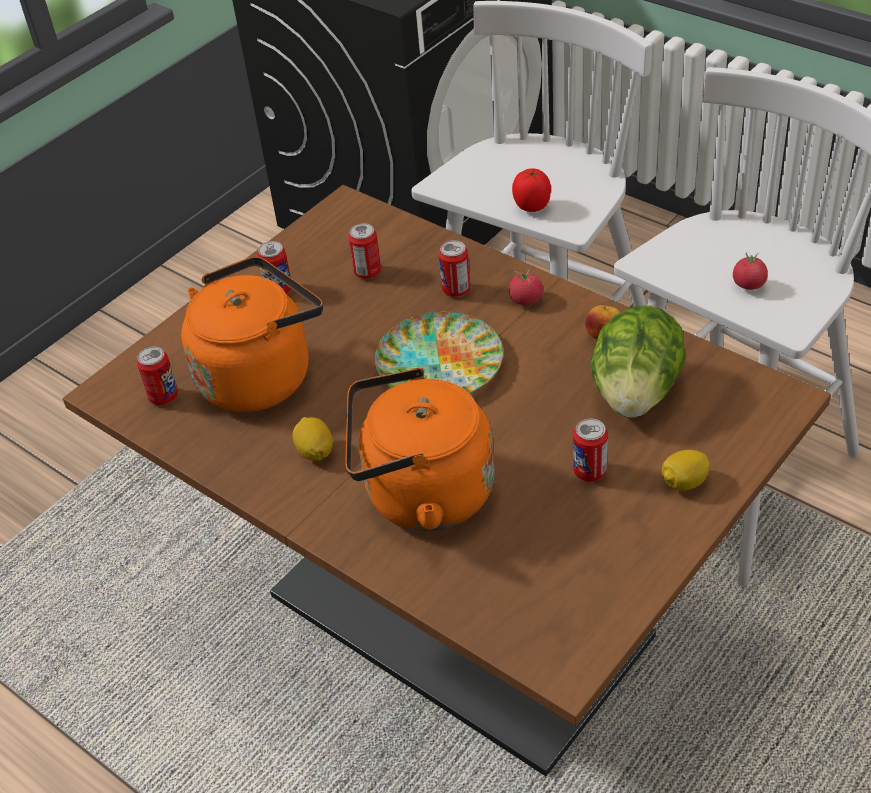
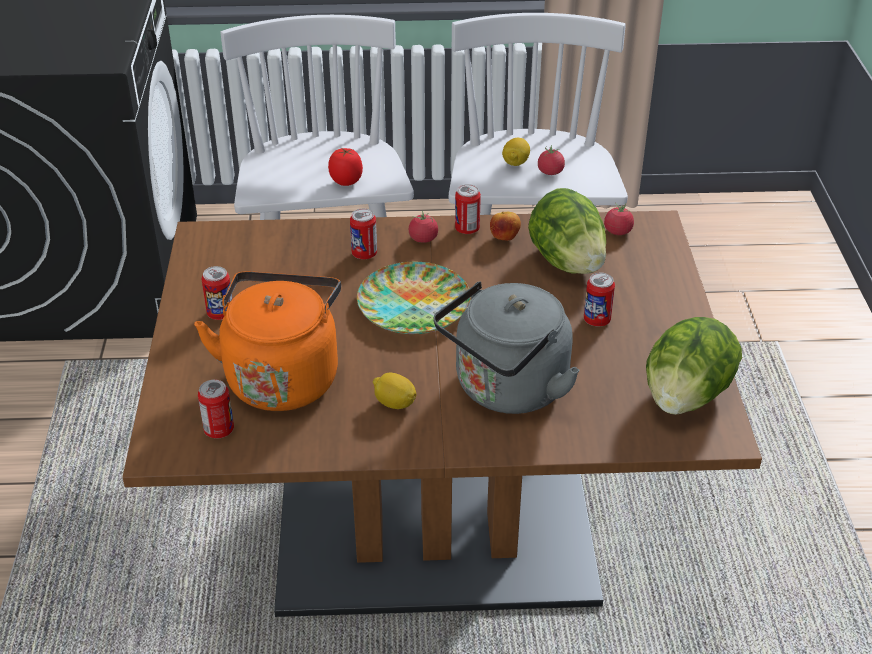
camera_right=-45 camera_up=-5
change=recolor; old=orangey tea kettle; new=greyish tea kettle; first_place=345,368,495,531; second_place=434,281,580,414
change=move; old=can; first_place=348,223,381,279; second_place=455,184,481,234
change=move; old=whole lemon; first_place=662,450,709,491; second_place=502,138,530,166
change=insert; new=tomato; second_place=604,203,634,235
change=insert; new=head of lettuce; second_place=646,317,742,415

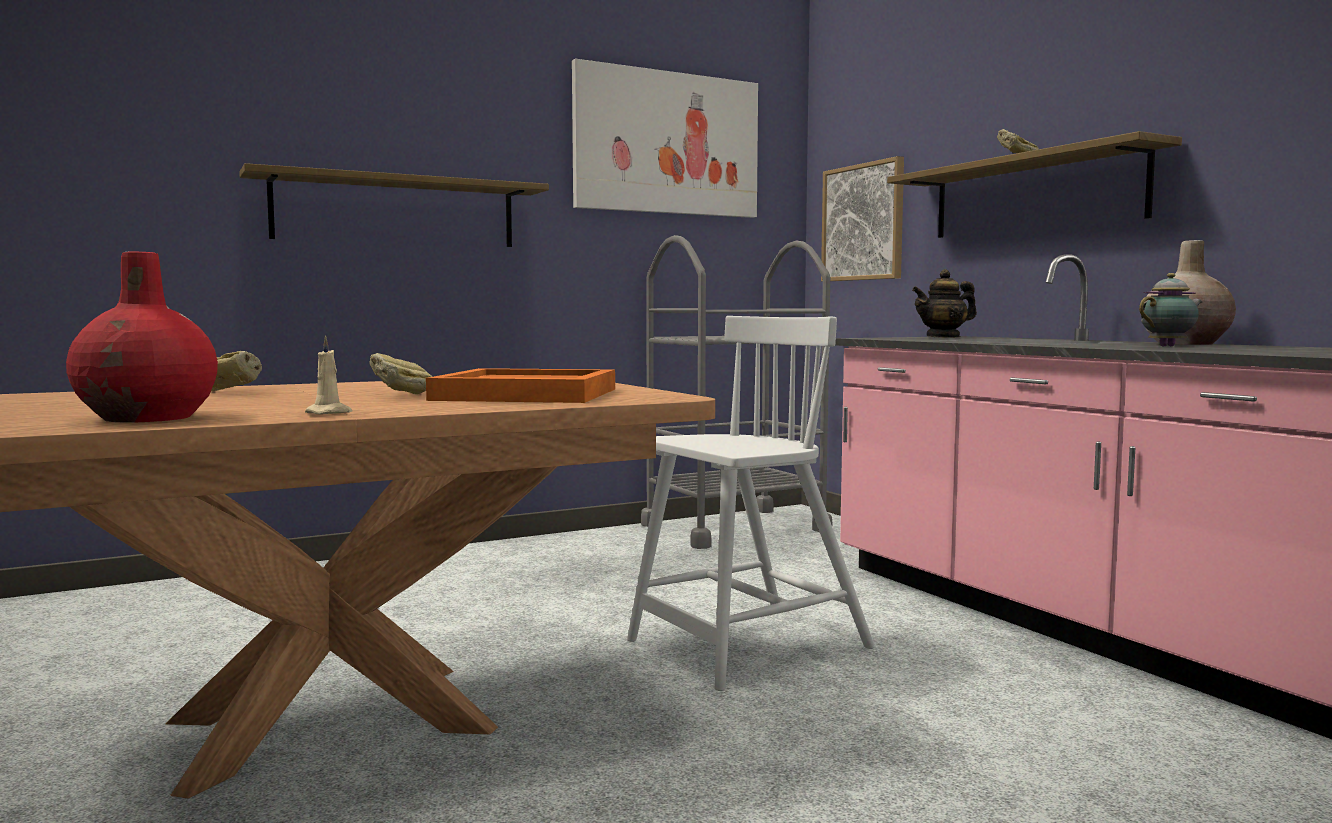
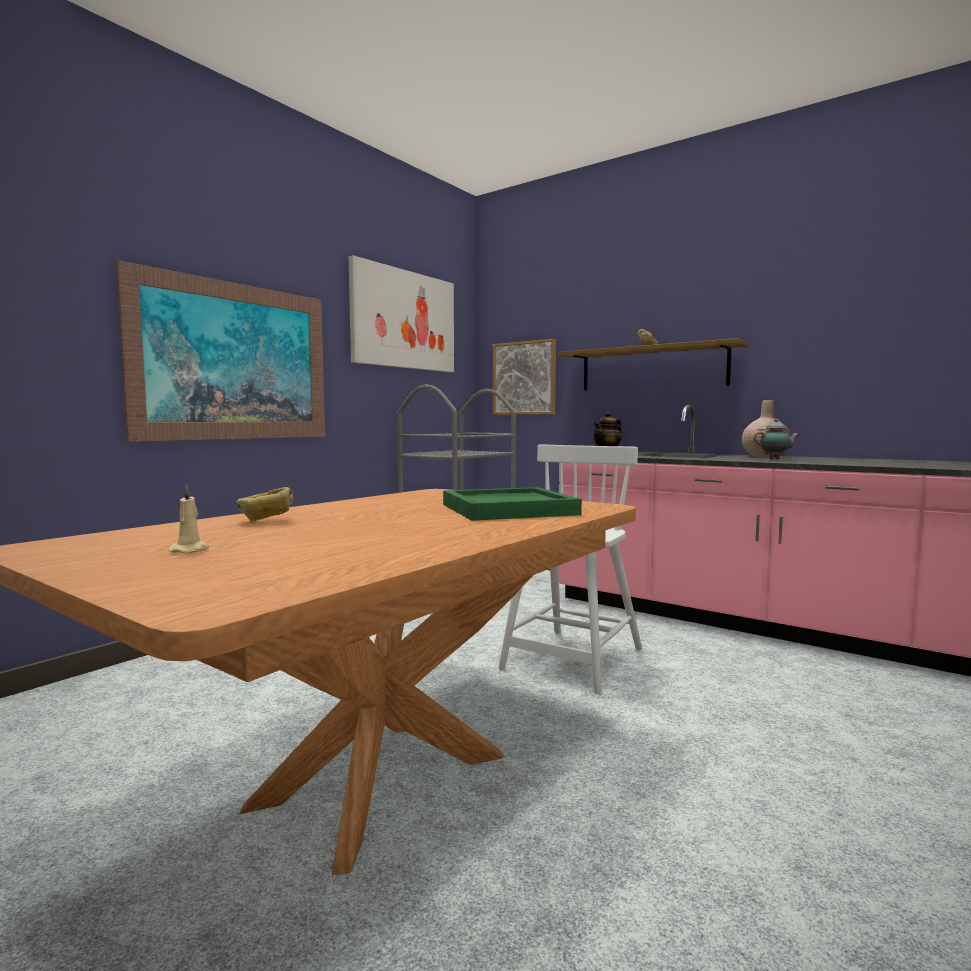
camera_right=-25 camera_up=0
change=delete; old=red-coloured vase; first_place=66,252,218,422
change=replace; old=bracket shelf; new=wall picture; first_place=239,163,549,247; second_place=116,260,325,442
change=move; old=sand-coloured wax light; first_place=305,335,353,414; second_place=168,484,210,553
change=delete; old=baked bread; first_place=369,353,432,394
change=recolor; old=orangey carrying tray; new=green carrying tray; first_place=426,368,615,403; second_place=443,487,582,521
change=rotate; old=tea pot; first_place=1139,273,1203,347; second_place=754,419,800,459; degrees=45

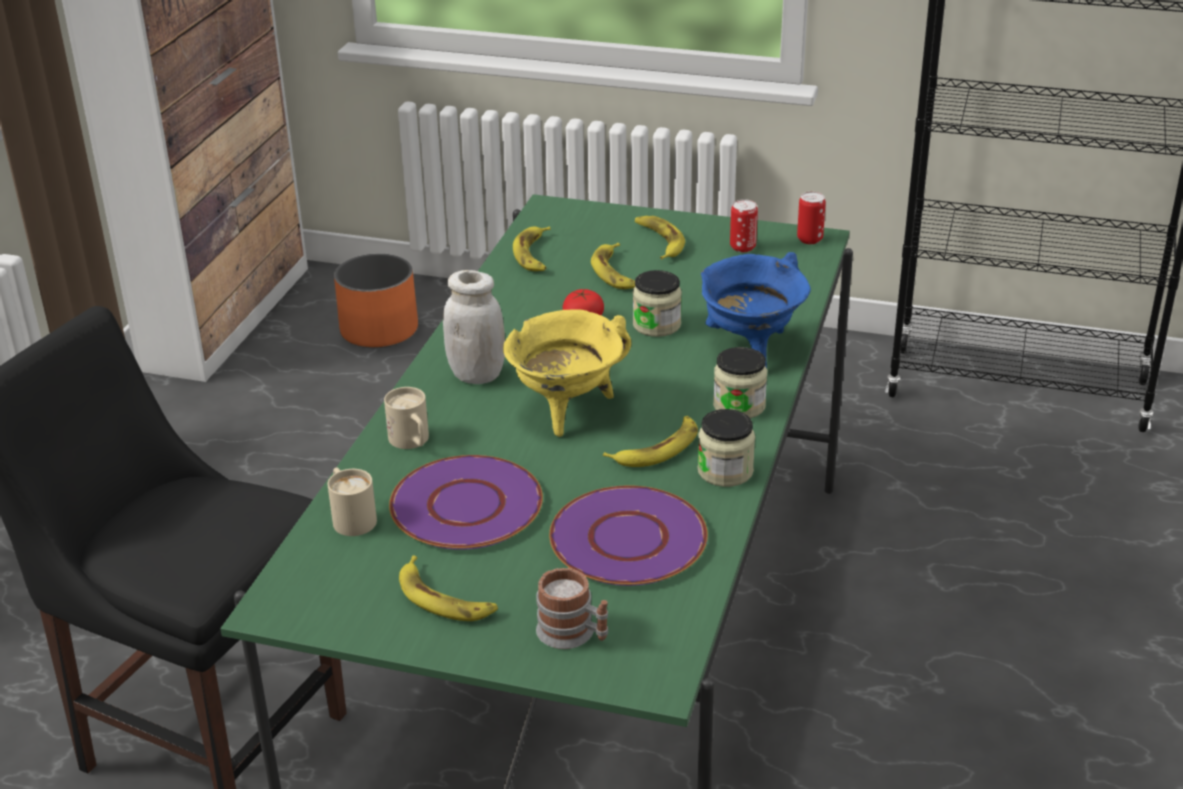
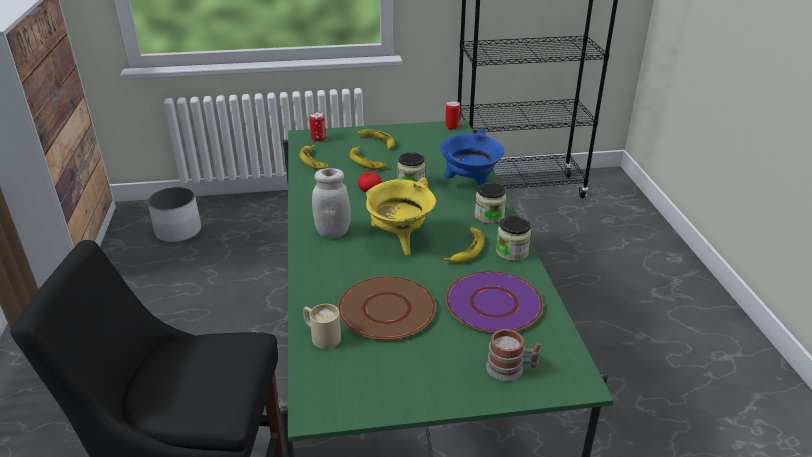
camera_right=-25 camera_up=0
change=recolor; old=orangey flower pot; new=white-coloured flower pot; first_place=334,253,418,349; second_place=148,187,201,243
change=delete; old=sand-coloured coffee mug; first_place=384,387,429,449
change=recolor; old=purplish flat dish; new=brown flat dish; first_place=389,455,543,550; second_place=338,276,436,340
change=delete; old=whole banana; first_place=399,555,498,621
change=move; old=can; first_place=730,199,758,252; second_place=310,112,326,142

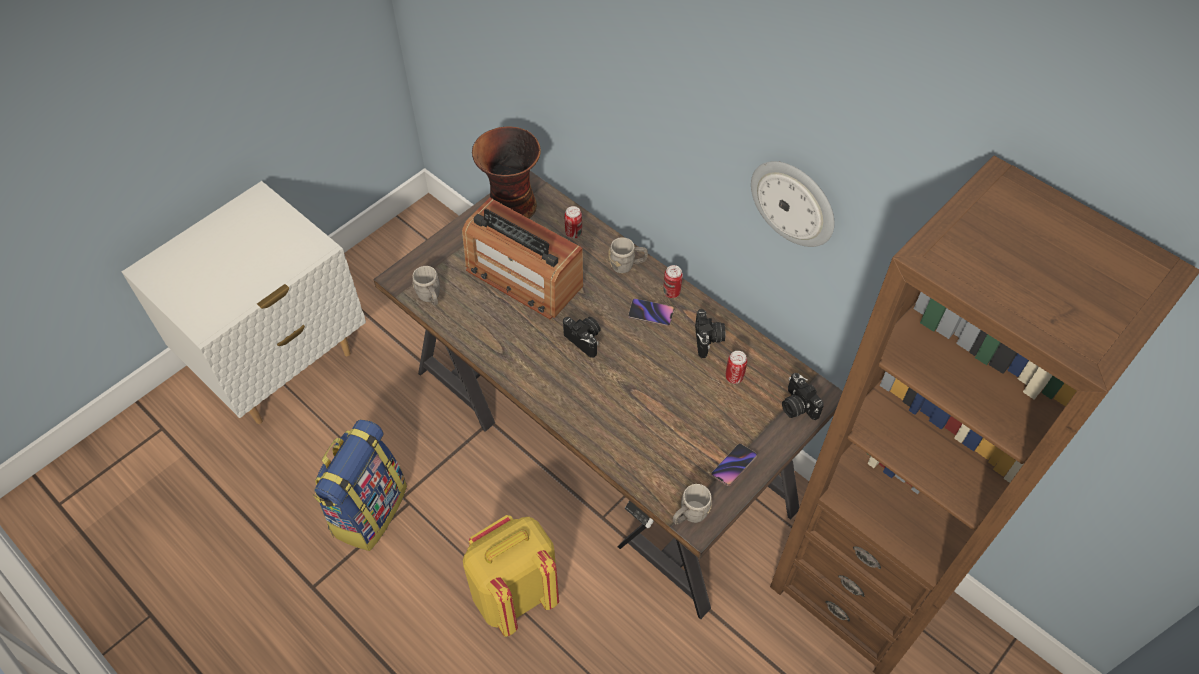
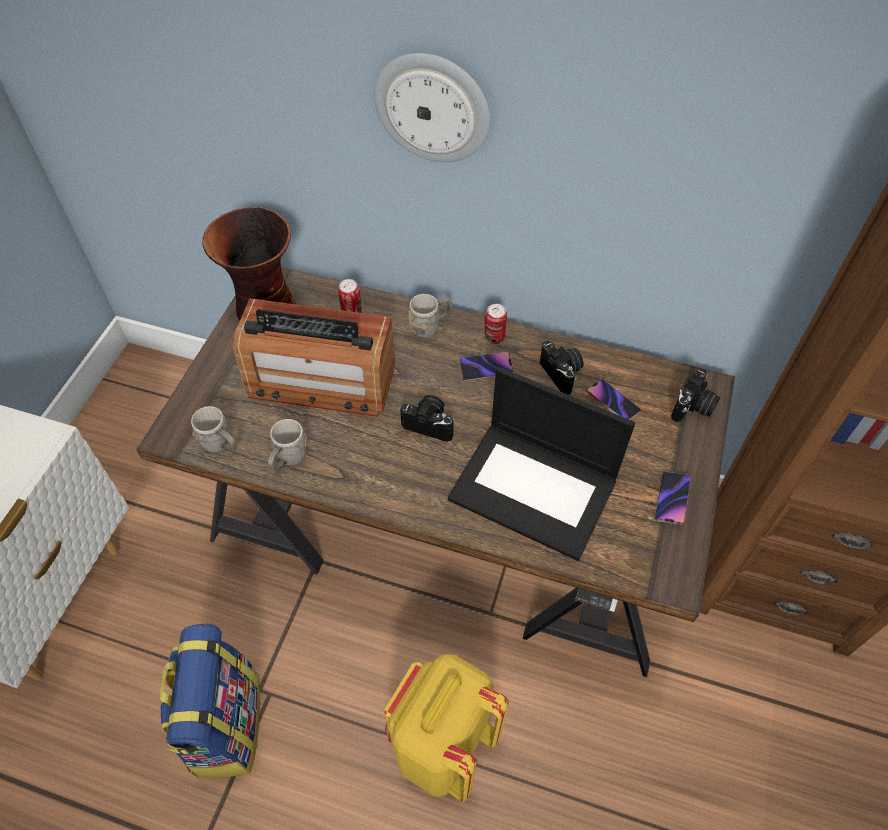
camera_right=-25 camera_up=0
change=move; old=greyish coffee mug; first_place=673,484,712,525; second_place=268,419,308,472
change=replace; old=can; new=handset; first_place=725,351,747,384; second_place=587,380,641,420
change=move; old=hanging clock; first_place=751,161,834,247; second_place=374,53,490,162
change=rotate; old=still camera; first_place=782,373,824,420; second_place=671,368,720,422; degrees=-90
change=insert; new=portable computer; second_place=448,367,635,561

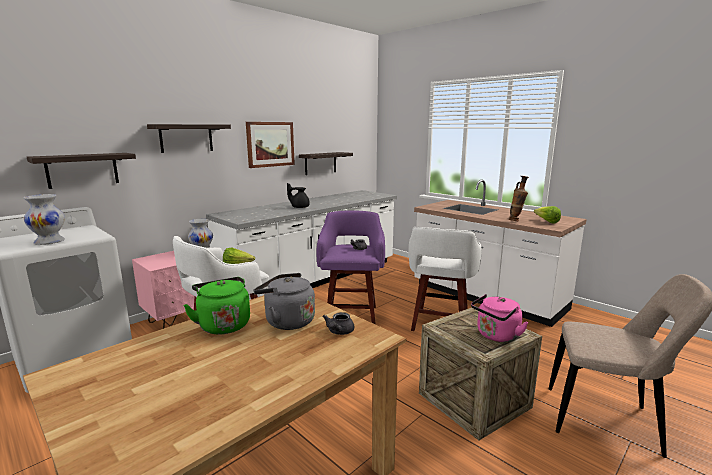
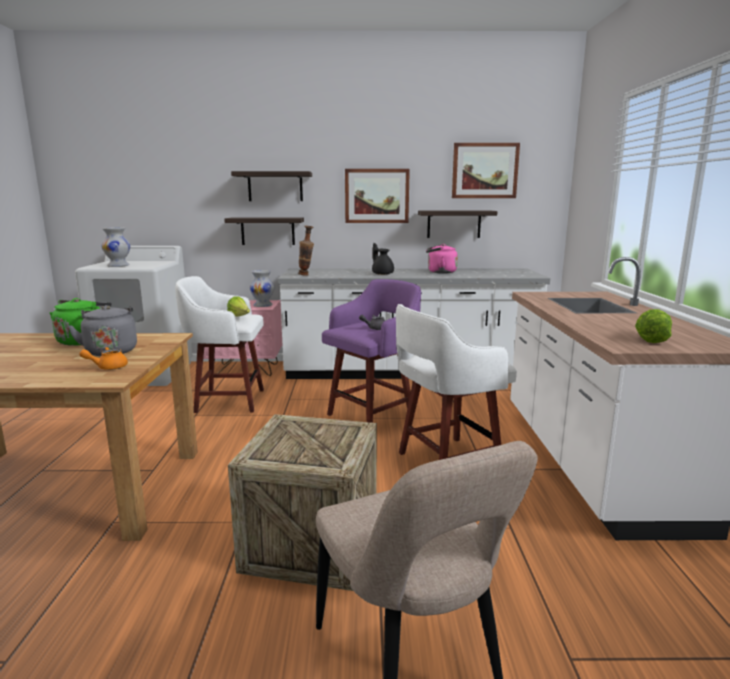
camera_right=45 camera_up=0
change=move; old=bracket shelf; first_place=27,153,136,189; second_place=224,218,304,245
change=recolor; old=greyish tea pot; new=orangey tea pot; first_place=322,312,354,335; second_place=79,347,128,370
change=move; old=pinkish tea kettle; first_place=471,294,528,342; second_place=426,244,458,274
change=move; old=vase; first_place=509,176,529,221; second_place=298,226,314,276
change=insert; new=wall picture; second_place=452,143,520,198

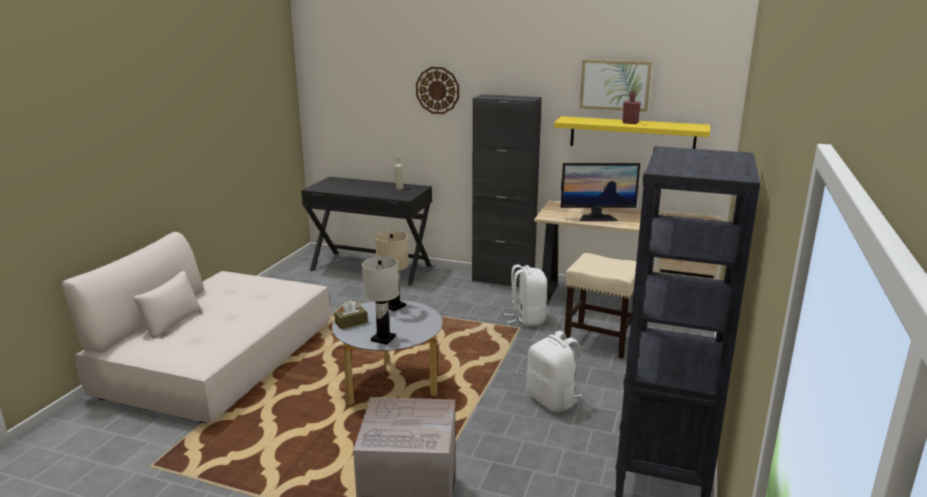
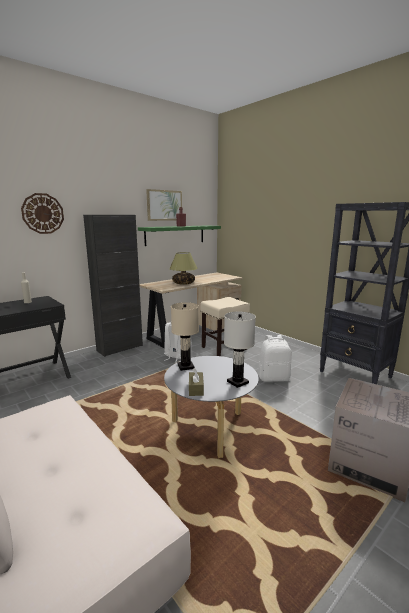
camera_right=-60 camera_up=-5
change=recolor; old=yellow-coloured bracket shelf; new=green bracket shelf; first_place=554,116,710,149; second_place=138,225,221,246
change=replace; old=computer screen; new=lamp for a table; first_place=561,163,640,221; second_place=169,252,198,285

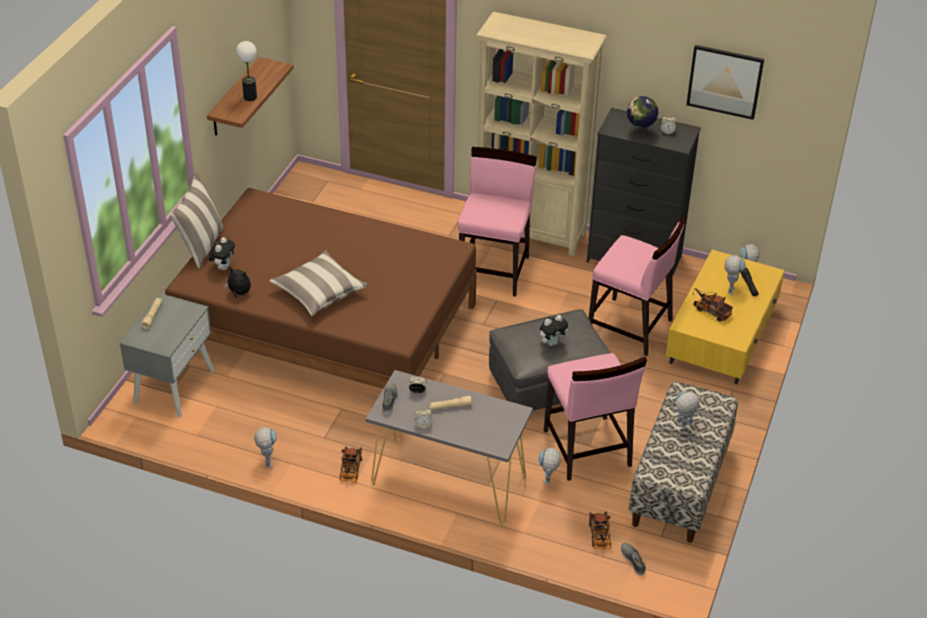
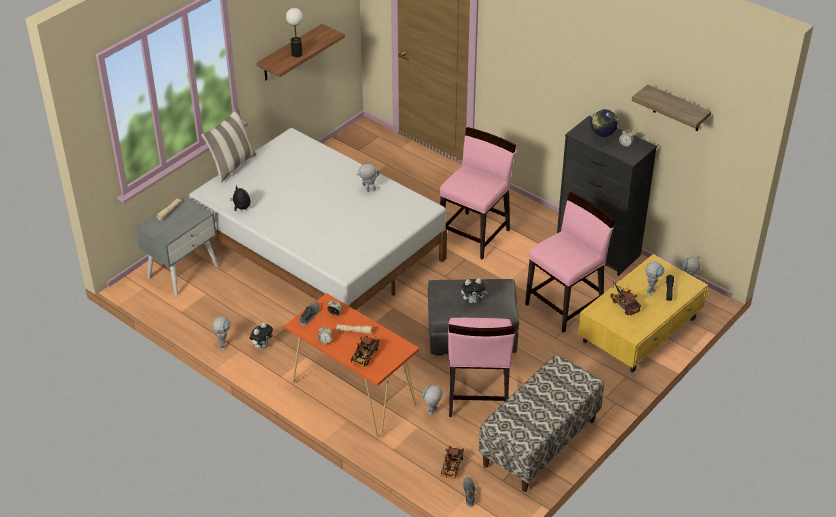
camera_right=20 camera_up=0
change=recolor; old=brown bed; new=white-coloured bed; first_place=165,188,477,389; second_place=189,128,447,310
change=move; old=plush toy; first_place=209,237,235,270; second_place=250,323,273,349
change=delete; old=pillow; first_place=269,250,369,316
change=move; old=toy truck; first_place=339,446,362,482; second_place=351,335,380,367
change=recolor; old=greyish hall table; new=orangey hall table; first_place=366,370,533,524; second_place=284,293,419,438
change=delete; old=sand-coloured bookshelf; first_place=476,12,607,256
change=rotate; old=pinkish chair; first_place=589,214,687,356; second_place=525,192,615,333; degrees=-90
change=move; old=toy robot; first_place=674,390,702,428; second_place=356,162,380,192
change=replace; old=wall picture; new=bracket shelf; first_place=686,45,764,120; second_place=632,84,711,131

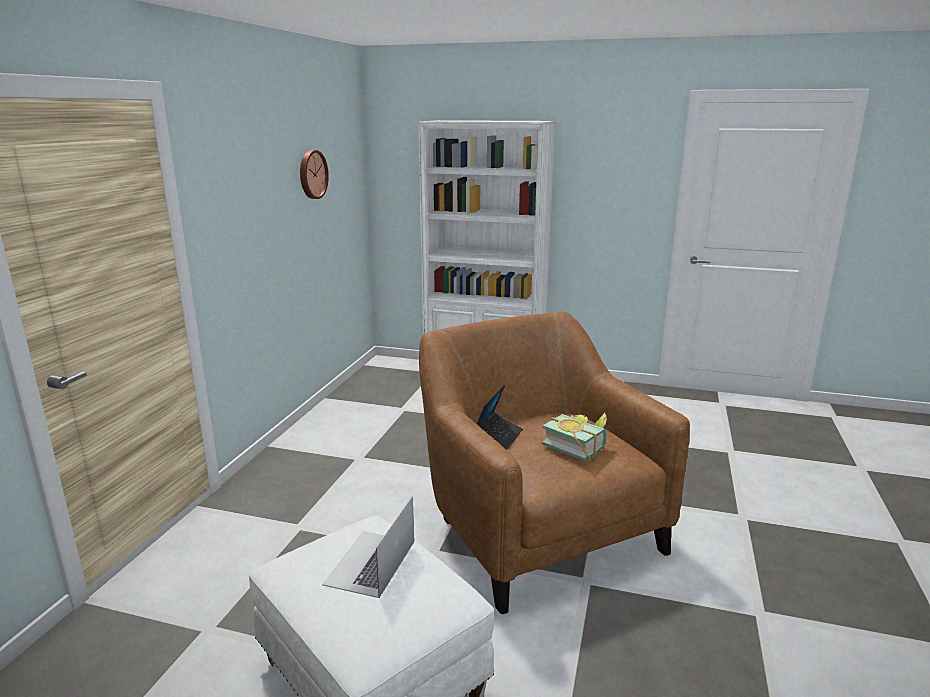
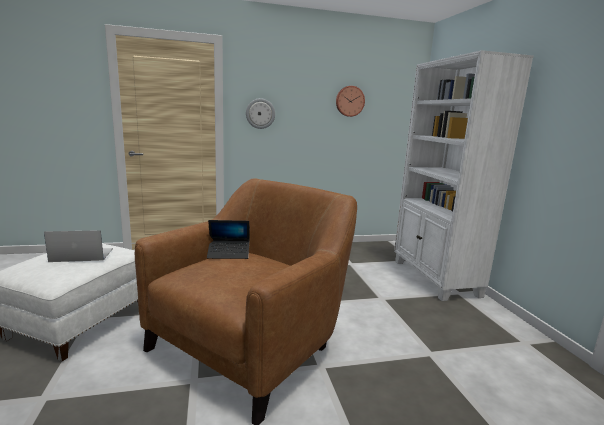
camera_right=60 camera_up=-5
change=delete; old=volume; first_place=542,413,607,461
change=insert; new=hanging clock; second_place=246,98,275,129

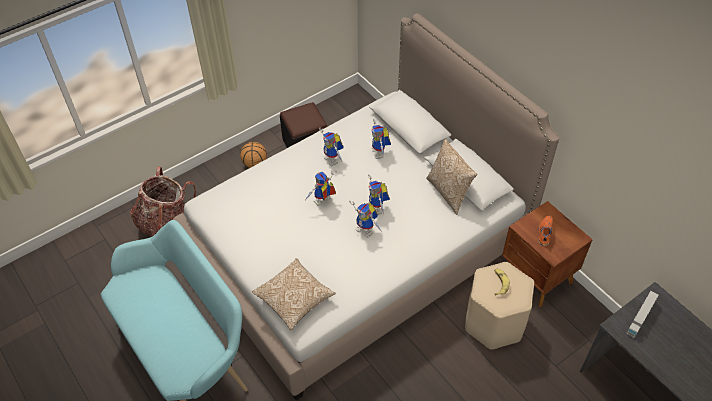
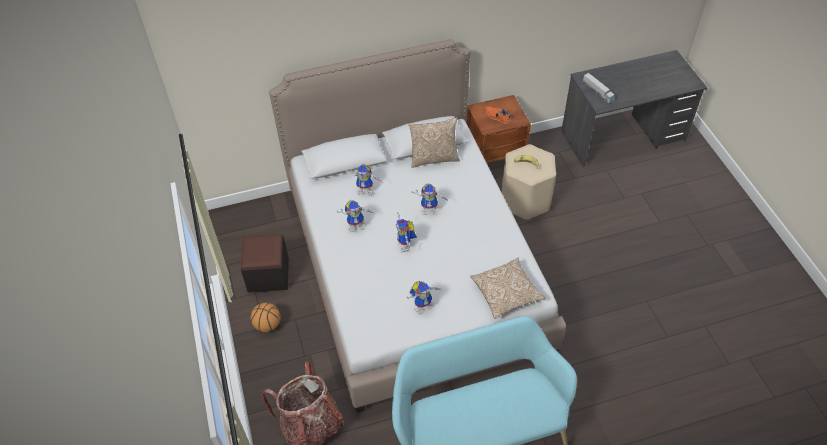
camera_right=-70 camera_up=0
change=move; old=toy robot; first_place=349,200,382,238; second_place=407,281,440,315

